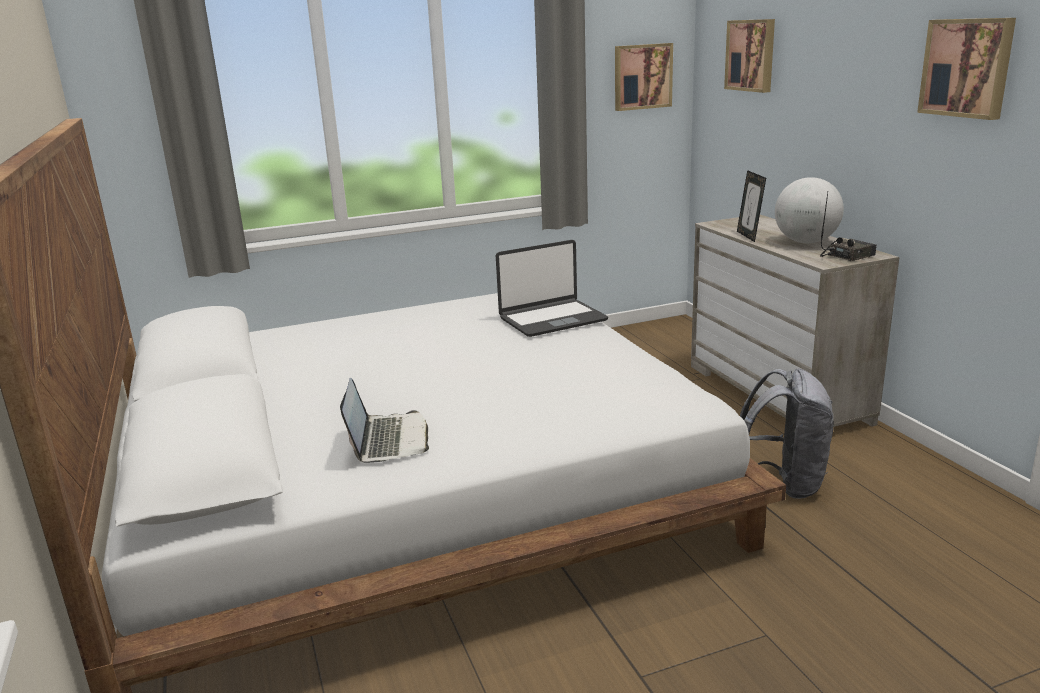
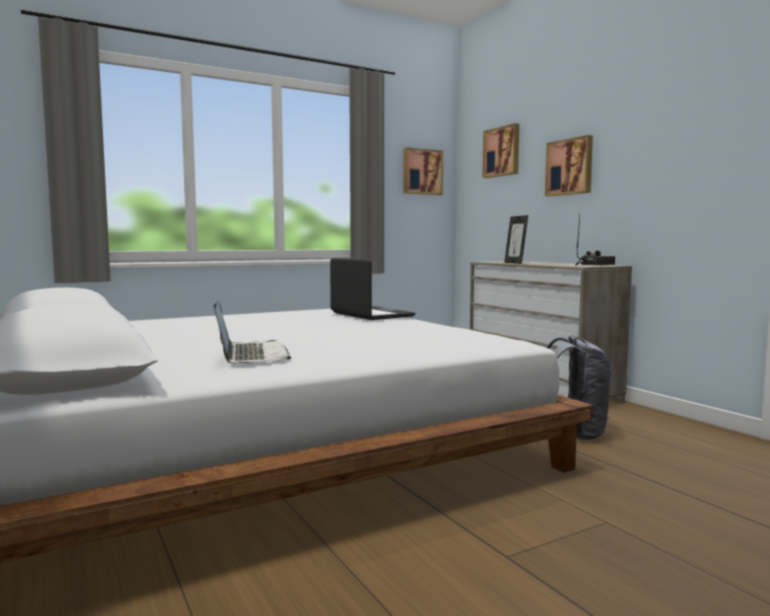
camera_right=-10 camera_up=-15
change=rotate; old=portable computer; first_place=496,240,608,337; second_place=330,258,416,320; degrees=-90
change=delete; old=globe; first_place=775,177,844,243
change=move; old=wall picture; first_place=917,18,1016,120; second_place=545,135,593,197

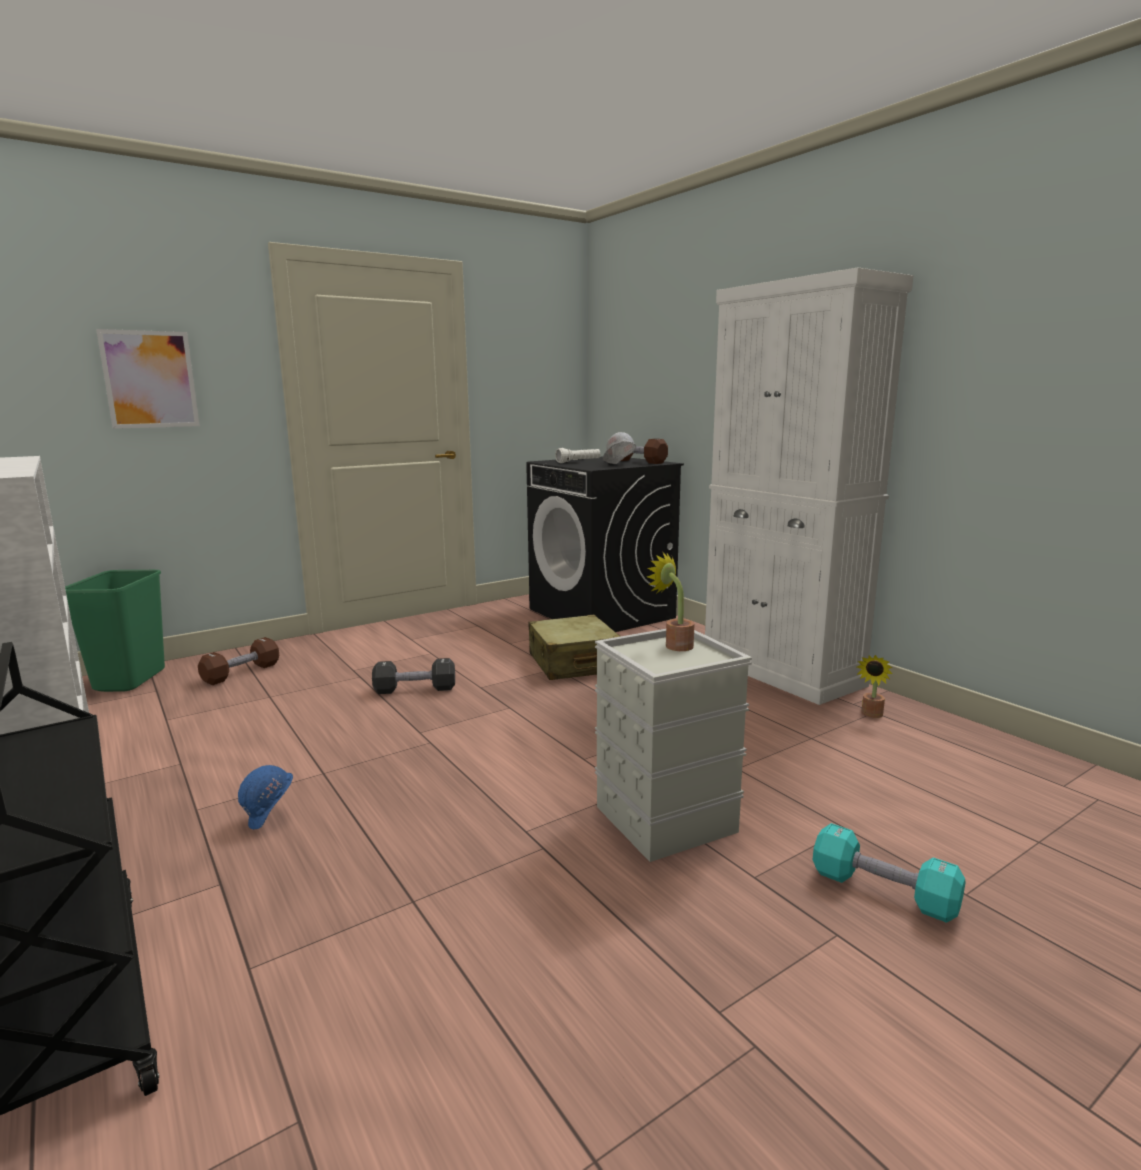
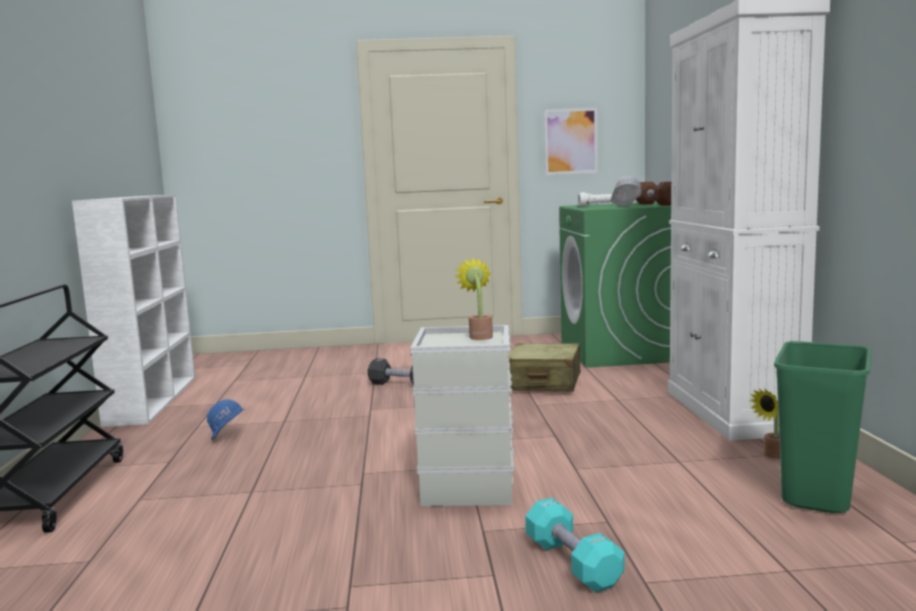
camera_right=30 camera_up=-5
change=move; old=green waste bin; first_place=65,570,165,692; second_place=774,341,871,513
change=move; old=wall picture; first_place=96,329,200,429; second_place=544,108,598,175
change=delete; old=brown free weight; first_place=198,637,279,685
change=recolor; old=blackish washing machine; new=green washing machine; first_place=526,456,684,632; second_place=559,202,671,368

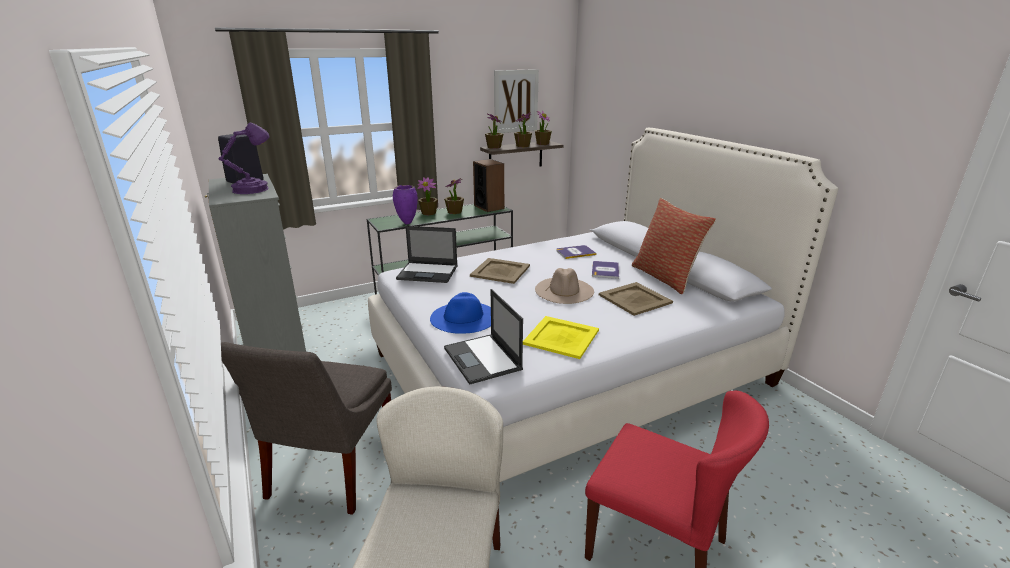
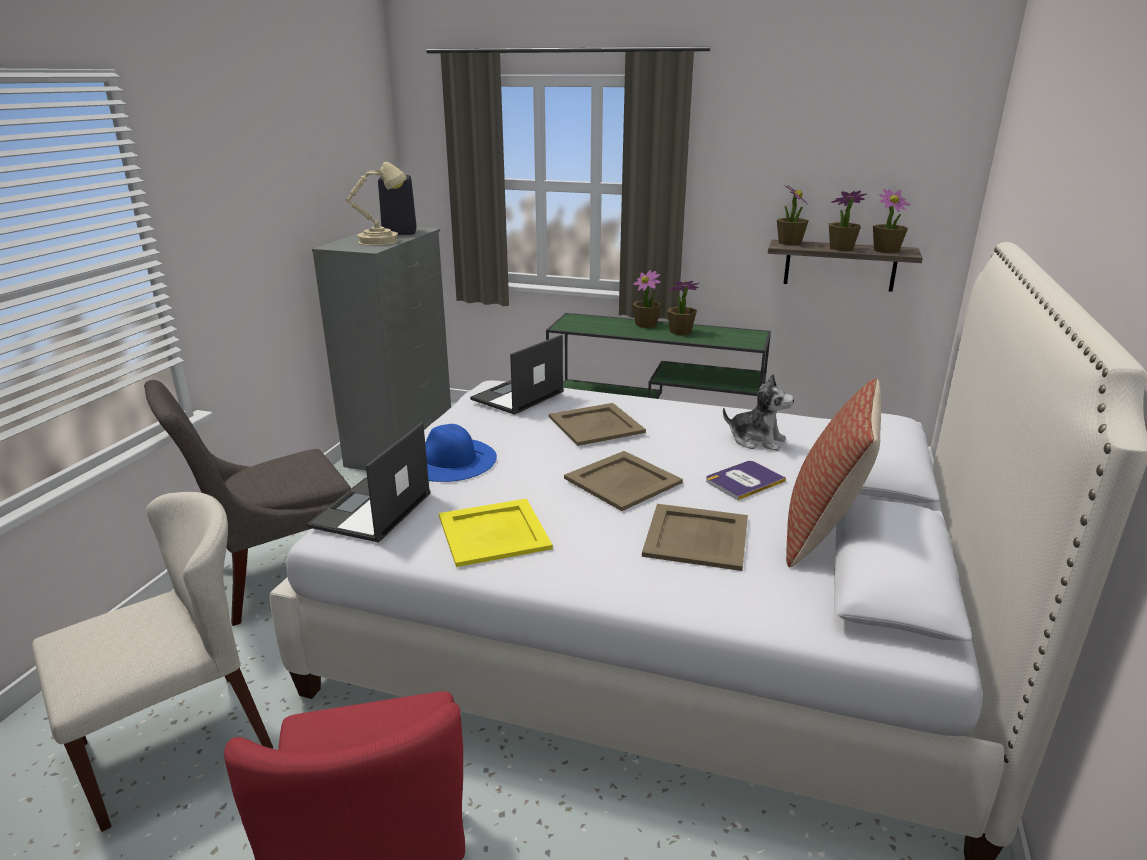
camera_right=45 camera_up=0
change=recolor; old=purplish lamp for a table; new=sand-coloured lamp for a table; first_place=219,123,270,194; second_place=346,162,407,246
change=delete; old=purplish vase; first_place=393,185,418,224
change=rotate; old=portable computer; first_place=396,226,458,283; second_place=470,334,564,415; degrees=75
change=delete; old=speaker; first_place=473,159,504,212
change=delete; old=wall picture; first_place=494,69,539,133
change=replace; old=sand-coloured hat; new=sand-coloured carrying tray; first_place=535,268,594,304; second_place=564,451,683,511
change=replace; old=volume; new=plush toy; first_place=557,245,596,259; second_place=723,373,794,451

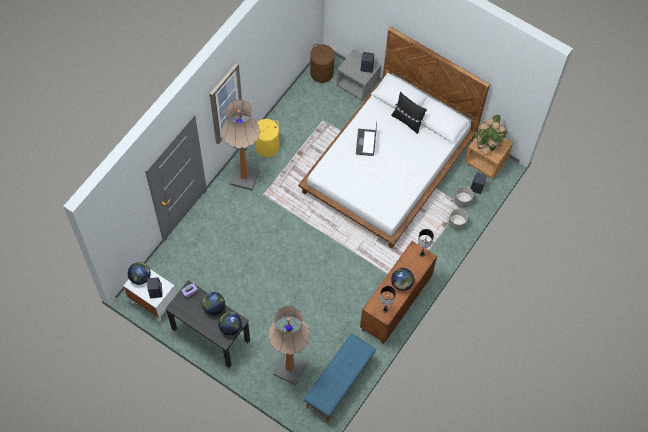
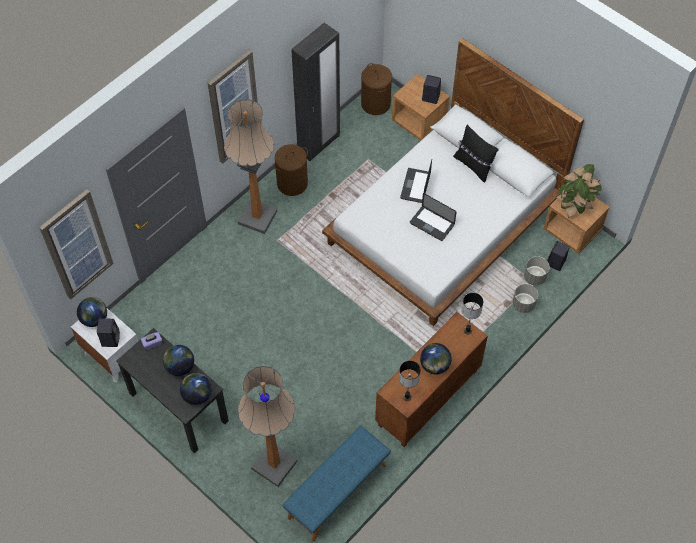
camera_right=10 camera_up=-5
change=recolor; old=yellow-coloured washing basket; new=brown washing basket; first_place=255,119,279,157; second_place=273,144,308,196
change=recolor; old=greyish nightstand; new=brown nightstand; first_place=336,49,381,102; second_place=392,74,450,141
change=insert; new=wall picture; second_place=39,189,114,300
change=insert; new=blackish wardrobe; second_place=291,23,340,161
change=insert; new=portable computer; second_place=410,193,457,241

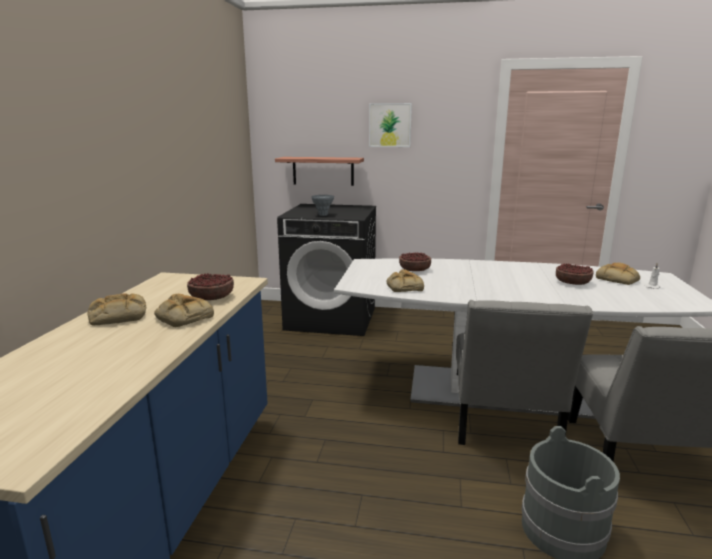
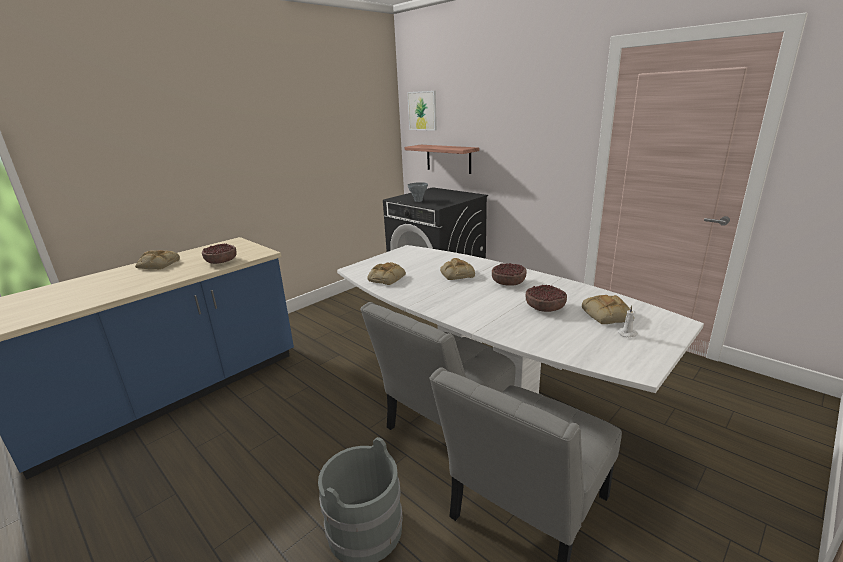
camera_right=35 camera_up=5
change=move; old=baked bread; first_place=154,294,214,327; second_place=440,258,475,280
change=move; old=wall picture; first_place=369,103,412,147; second_place=407,91,437,131
change=move; old=bowl; first_place=399,252,431,271; second_place=492,263,527,286

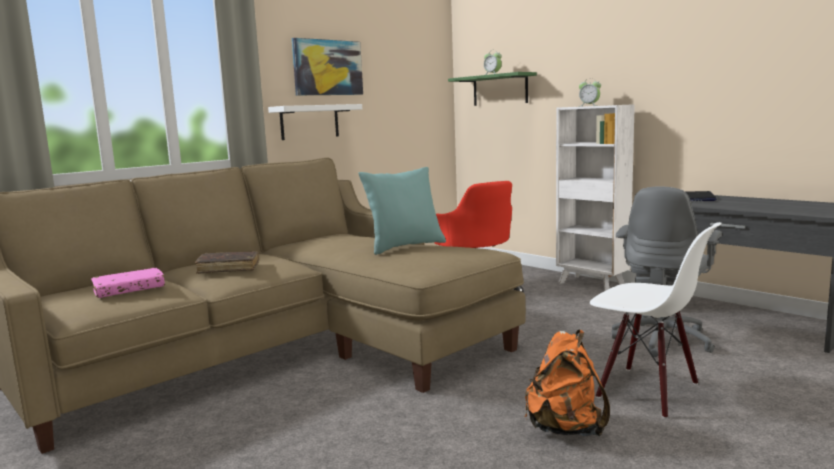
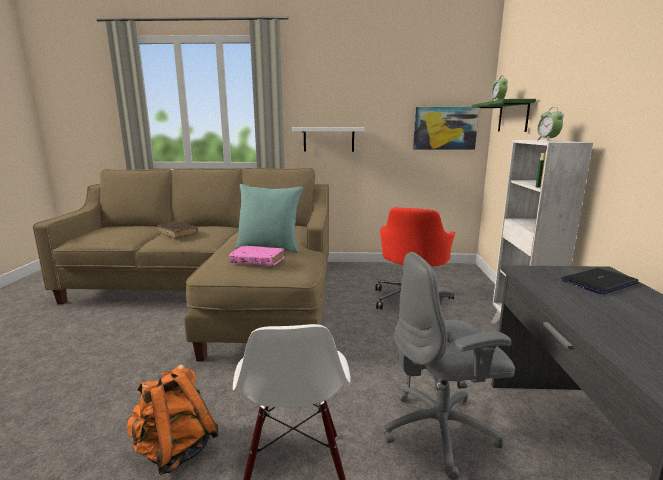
camera_right=45 camera_up=5
change=move; old=pinkish volume; first_place=91,268,165,298; second_place=229,246,285,266
change=move; old=wall picture; first_place=292,38,363,95; second_place=413,107,479,150

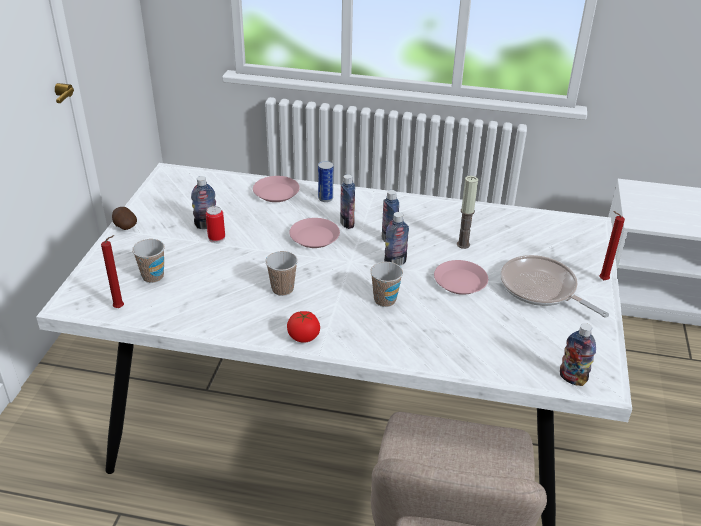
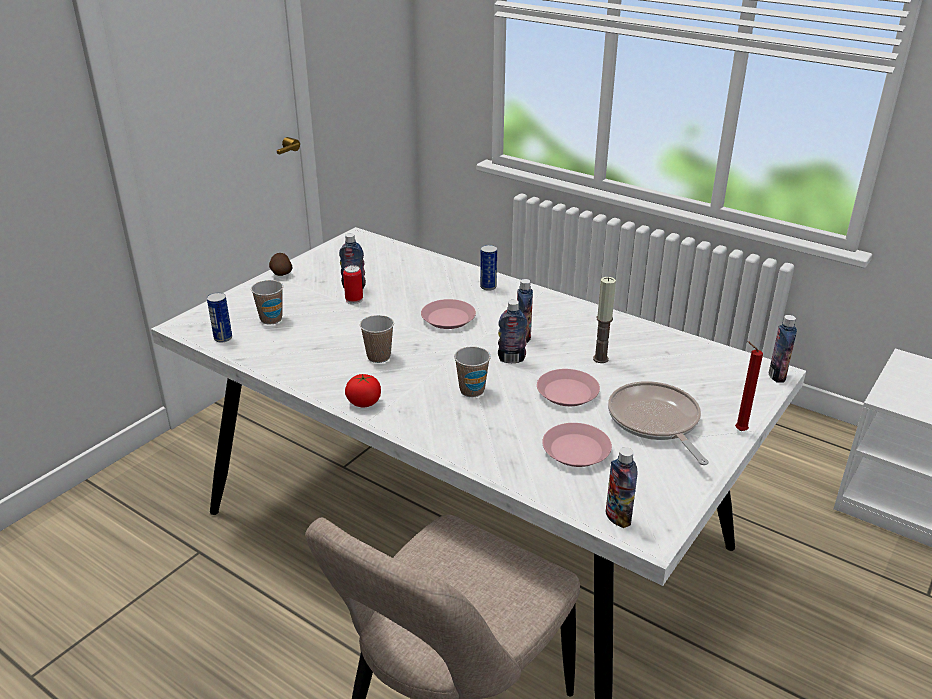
camera_right=25 camera_up=-5
change=replace; old=red-coloured wax light; new=can; first_place=101,235,124,308; second_place=207,293,232,343
change=move; old=pinkish flat dish; first_place=253,176,300,202; second_place=542,423,612,467
change=move; old=bottle; first_place=340,174,355,229; second_place=769,315,797,383

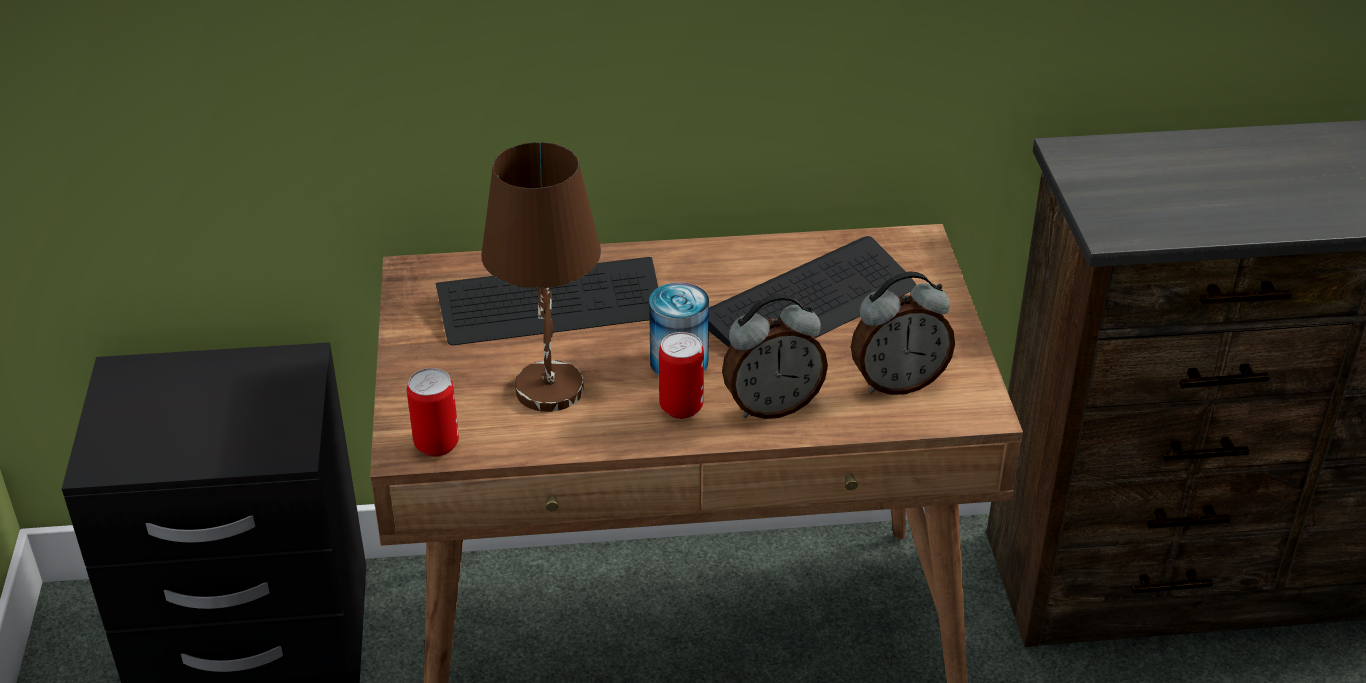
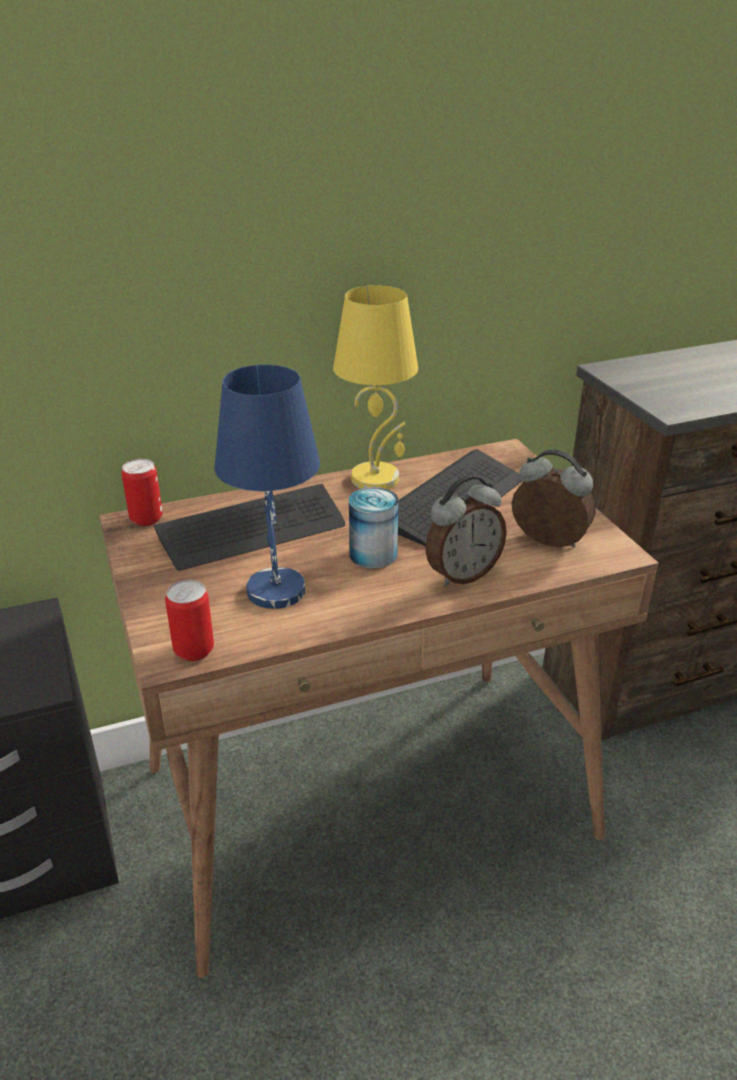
camera_right=-15 camera_up=-5
change=recolor; old=brown lamp for a table; new=blue-coloured lamp for a table; first_place=481,142,601,412; second_place=214,365,320,609
change=move; old=can; first_place=659,332,704,419; second_place=122,459,163,526
change=rotate; old=bedside clock; first_place=851,271,955,395; second_place=511,450,596,547; degrees=-120
change=insert; new=yellow-coloured lamp for a table; second_place=333,285,418,489

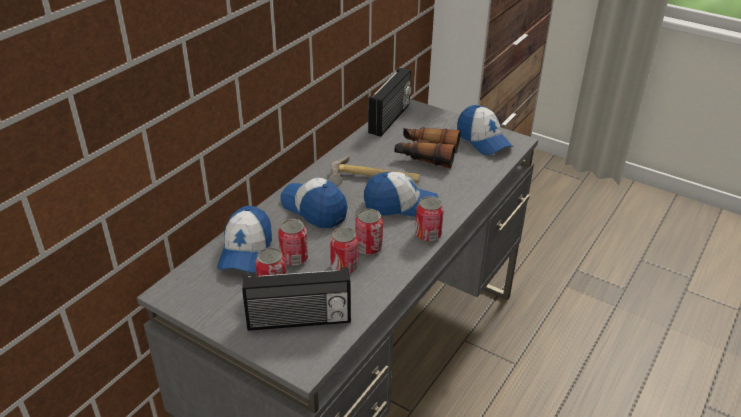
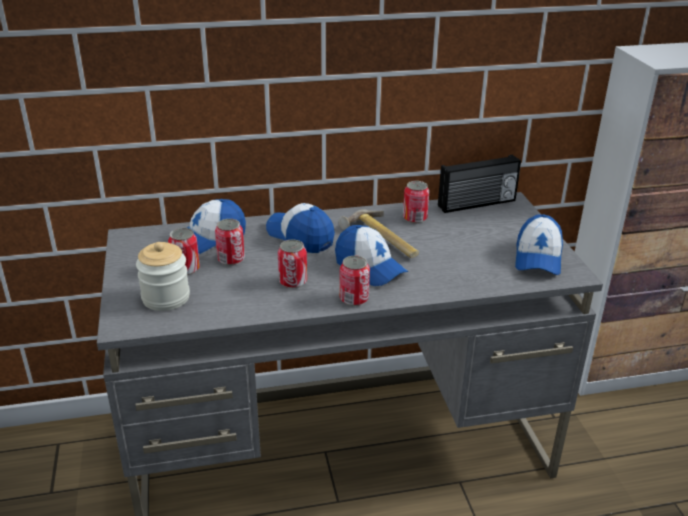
camera_right=45 camera_up=-5
change=replace; old=radio receiver; new=jar; first_place=242,267,351,331; second_place=136,242,190,311
change=rotate; old=cap; first_place=280,177,348,228; second_place=266,203,335,253; degrees=-45
change=move; old=can; first_place=330,227,359,274; second_place=403,181,429,224
change=delete; old=binoculars; first_place=395,127,461,169

